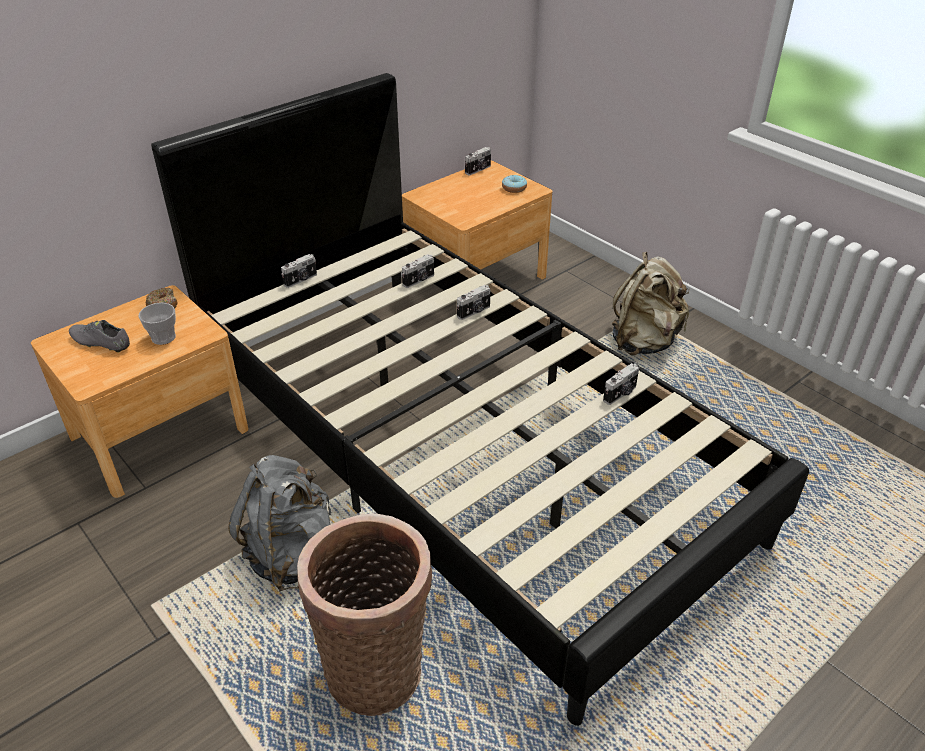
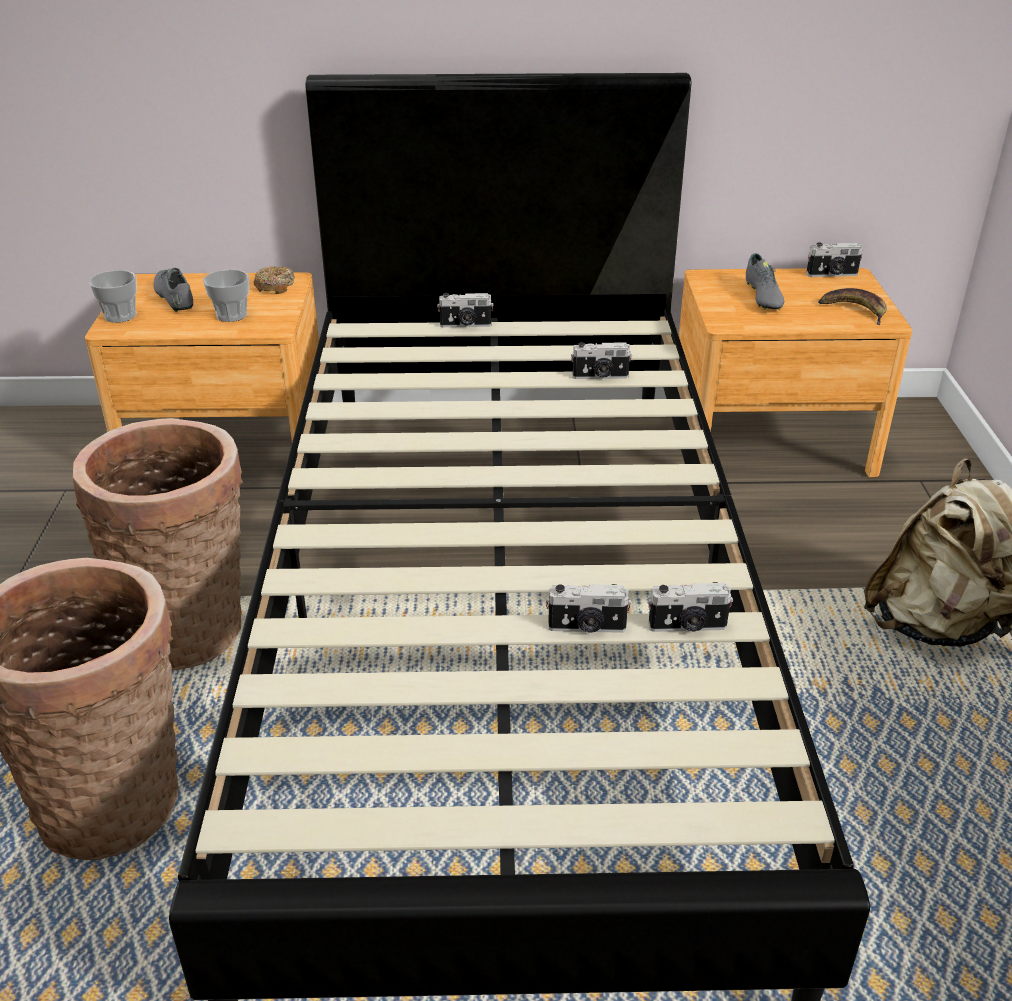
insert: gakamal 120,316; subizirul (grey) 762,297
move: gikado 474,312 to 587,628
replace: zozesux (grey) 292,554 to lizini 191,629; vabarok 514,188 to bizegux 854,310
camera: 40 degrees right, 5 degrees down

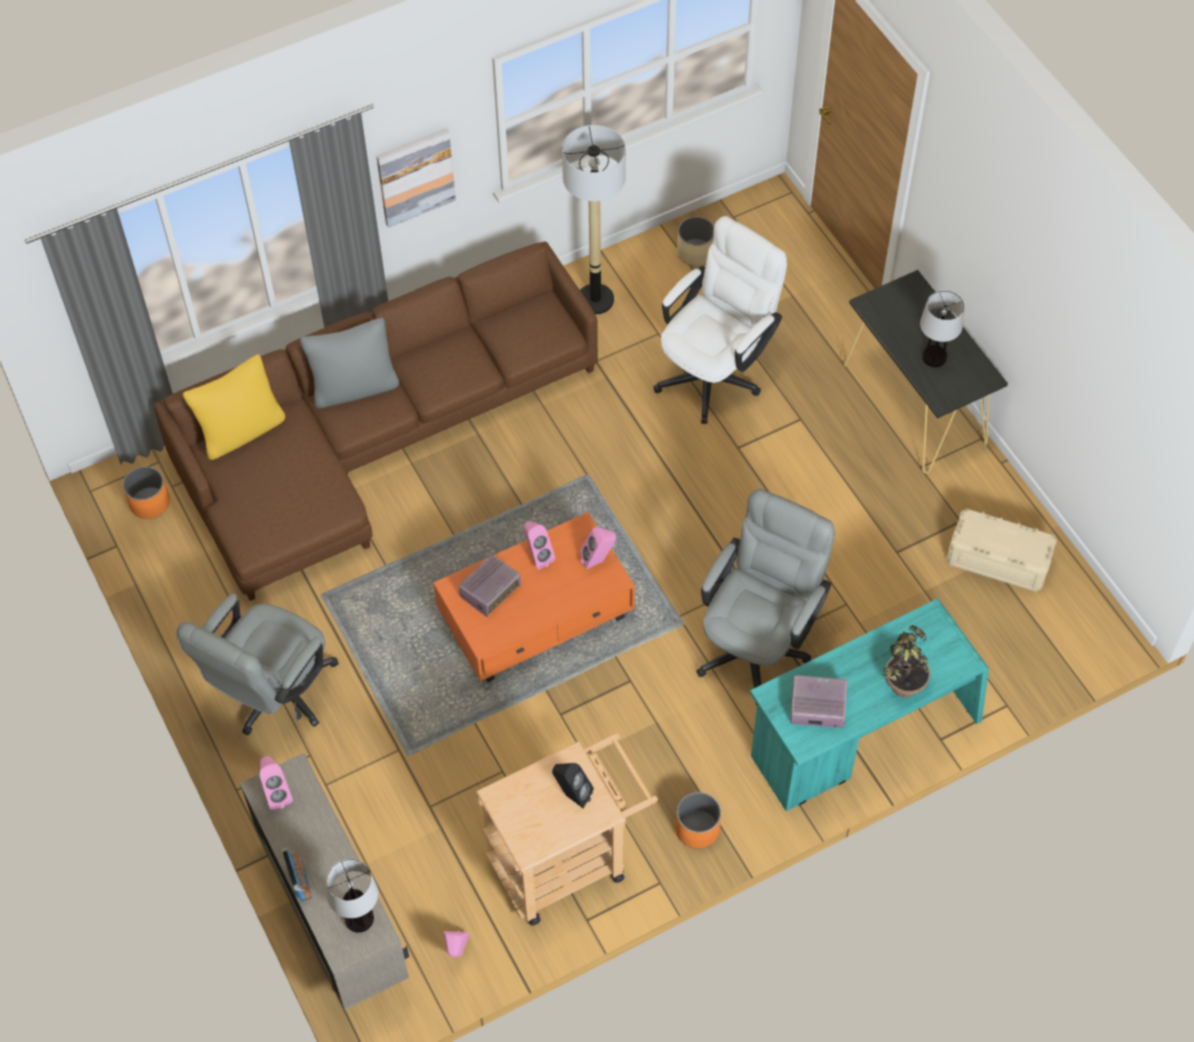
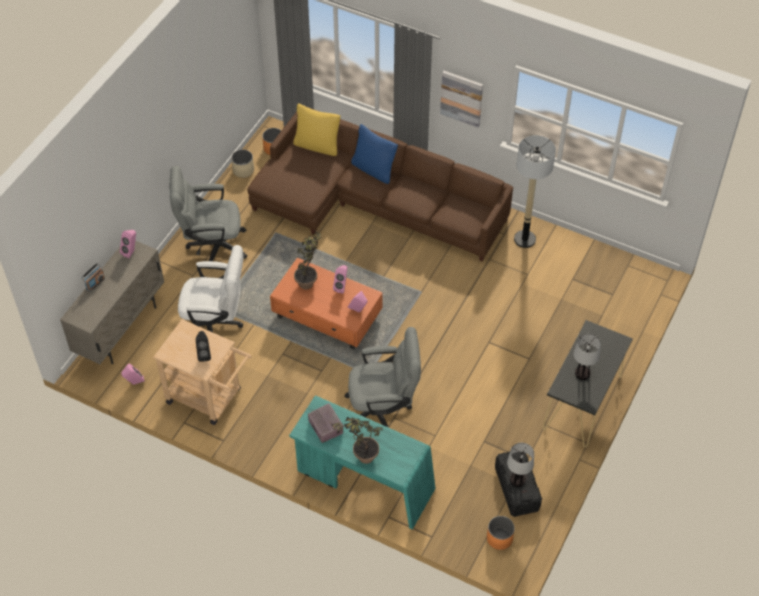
move: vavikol 360,918 to 517,480; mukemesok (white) 715,371 to 216,325; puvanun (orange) 697,829 to 499,538; puvanun (beige) 695,252 to 243,170
replace: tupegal 490,591 to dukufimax 309,280
recolor: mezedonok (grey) 354,387 to mezedonok (blue) 374,169; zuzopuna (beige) 998,560 to zuzopuna (black) 516,489
camera: 55 degrees right, 5 degrees down

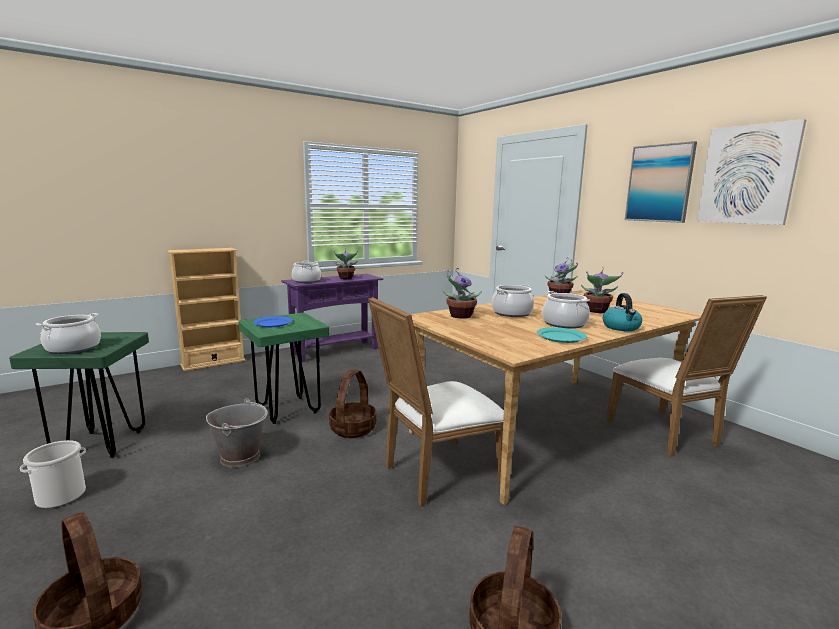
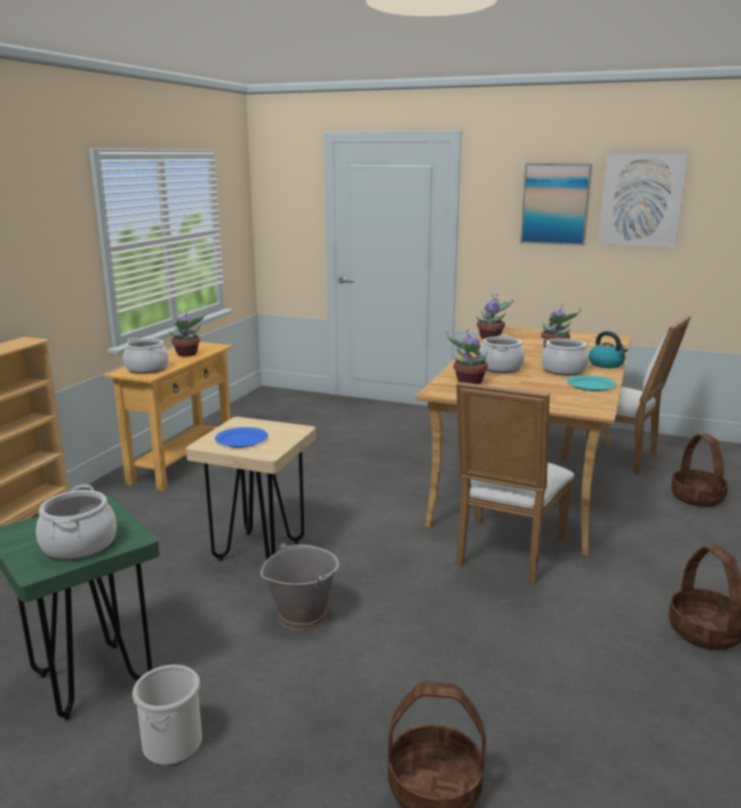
move: lizini 353,428 to 697,497
recolor: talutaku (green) 288,410 to talutaku (beige) 259,551; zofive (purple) 335,351 to zofive (beige) 182,463
camera: 35 degrees left, 5 degrees up

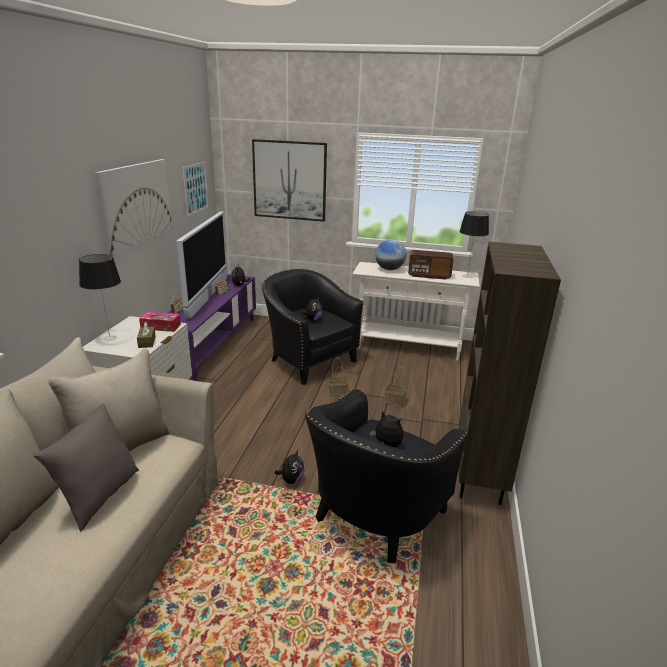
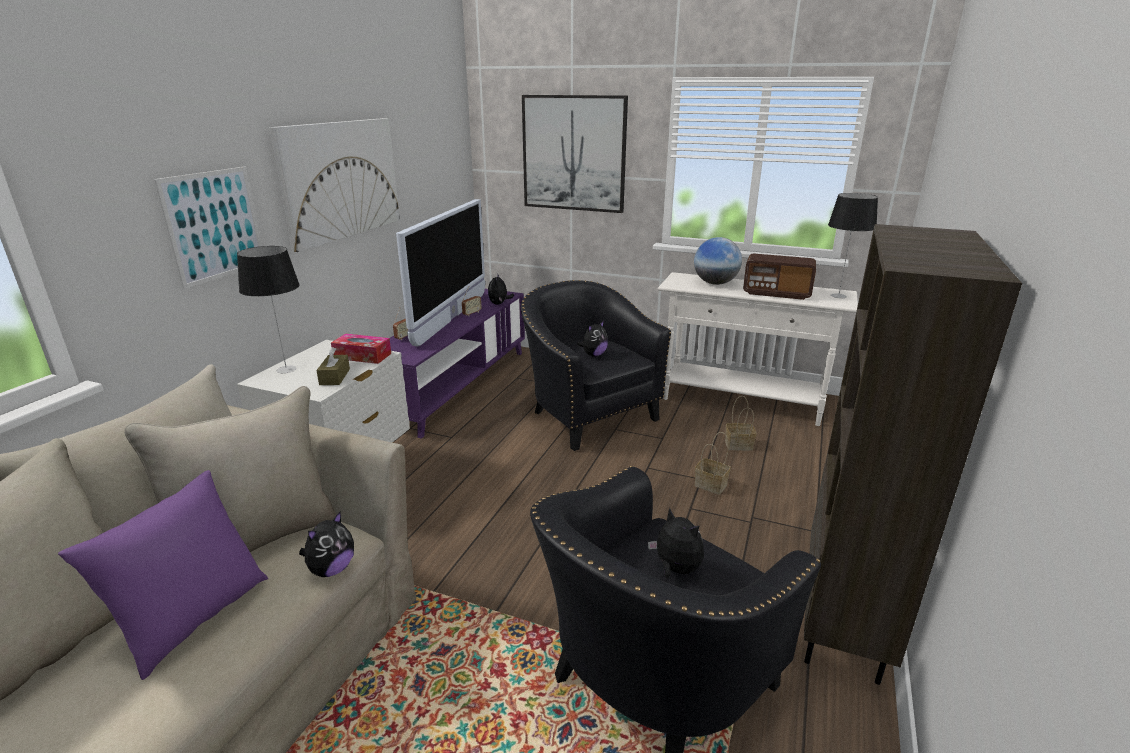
move: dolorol 195,188 to 214,225; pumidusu 291,480 to 331,569; lizini 338,392 to 739,445
recolor: mezedonok (grey) 99,497 to mezedonok (purple) 194,619
camera: 10 degrees right, 0 degrees up

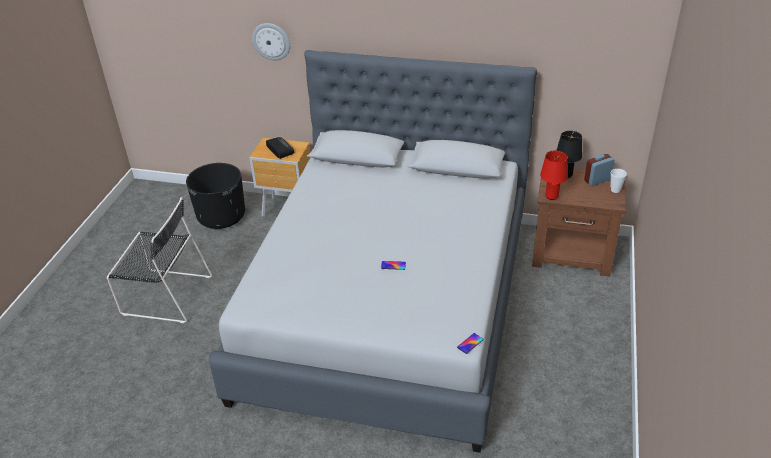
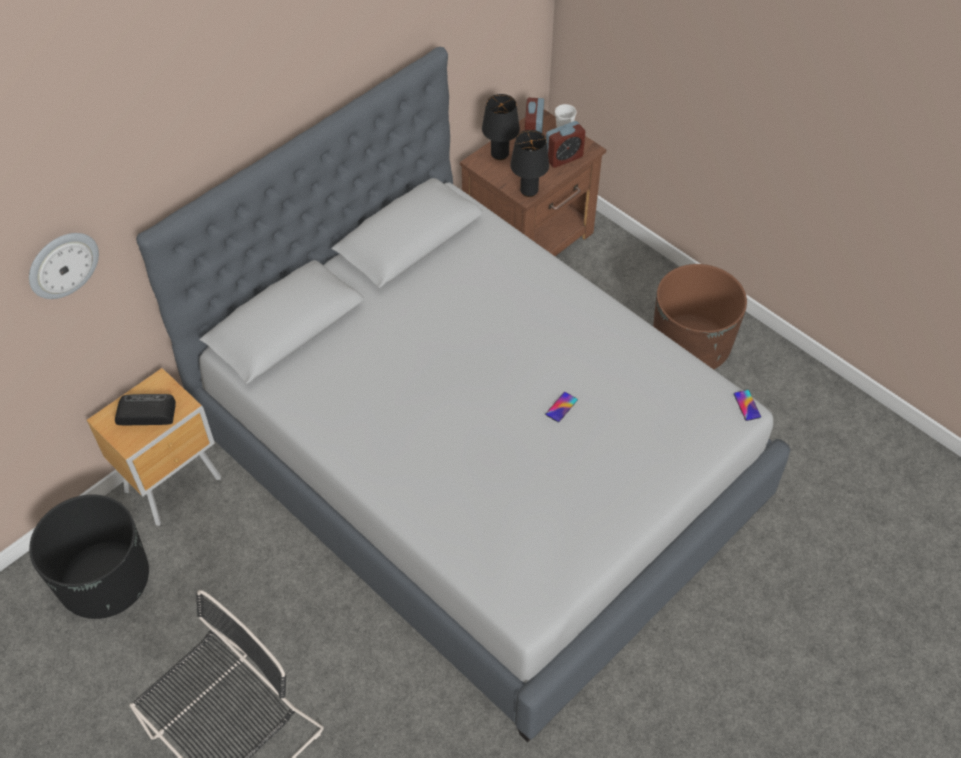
insert: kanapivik 563,158; puvanun (brown) 690,347
recolor: vavikol (red) 551,196 to vavikol (black) 529,192
camera: 60 degrees left, 15 degrees up

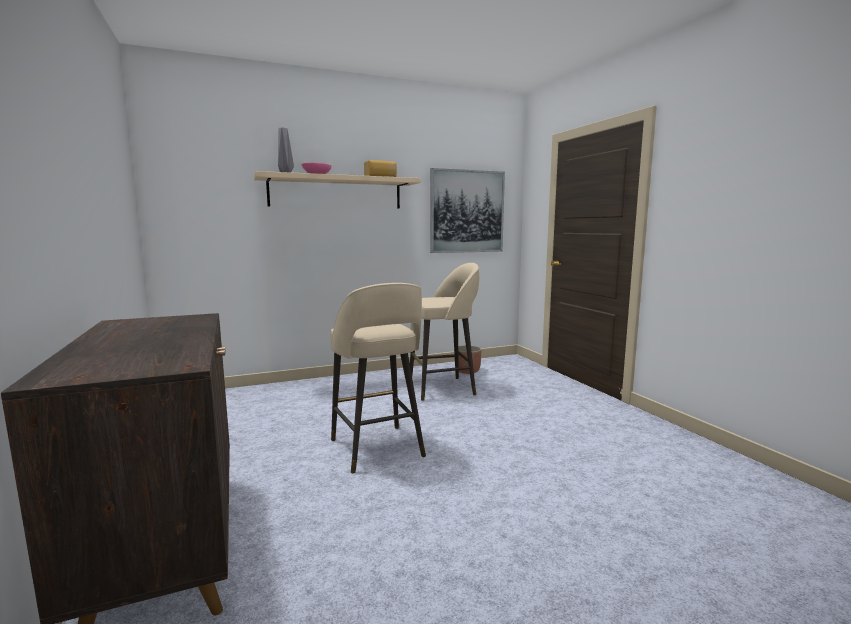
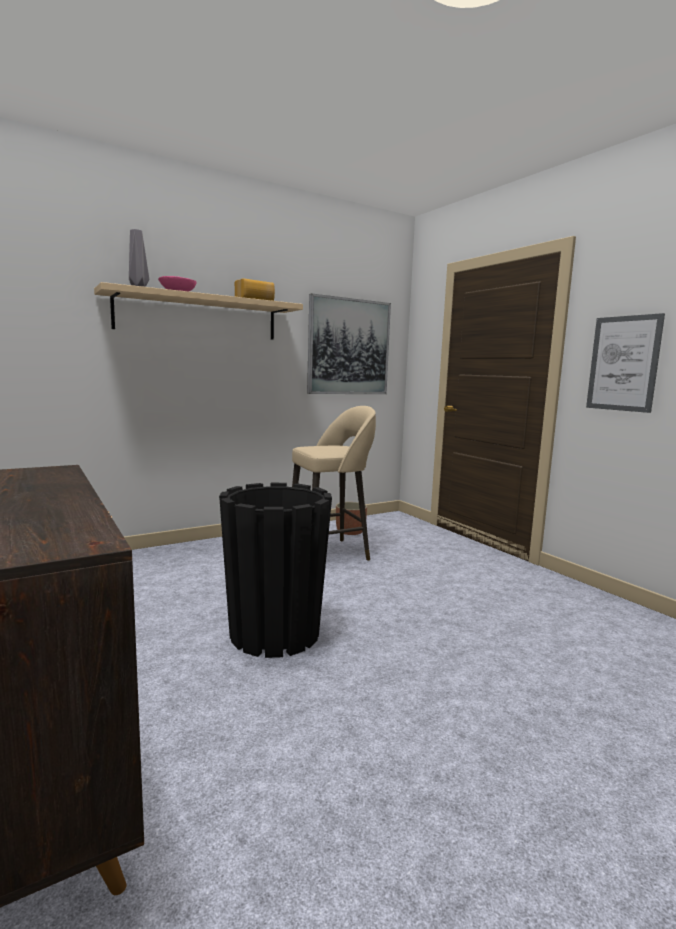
insert: dolorol 623,363
replace: talutaku (beige) 377,449 to puvanun (black) 274,633
camera: 10 degrees left, 0 degrees up

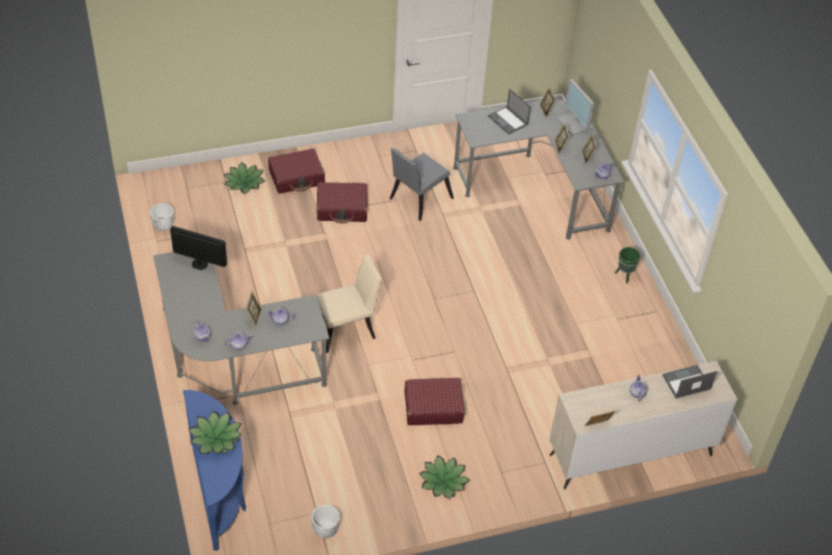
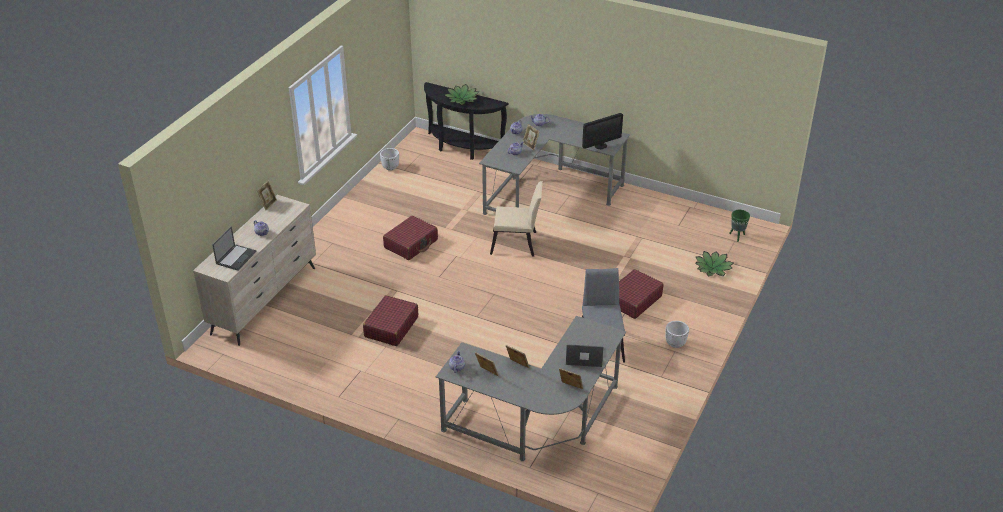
delete: dukufimax 443,481; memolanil 575,123
move: puvanun (white) 163,226 to 675,344; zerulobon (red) 296,177 to 391,327; puvanun (green) 625,276 to 737,236
recolor: zofive (blue) 220,492 to zofive (black) 461,148
rotate: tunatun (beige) 347,328 = 517,244 105 degrees counterclockwise
camera: 135 degrees right, 10 degrees down

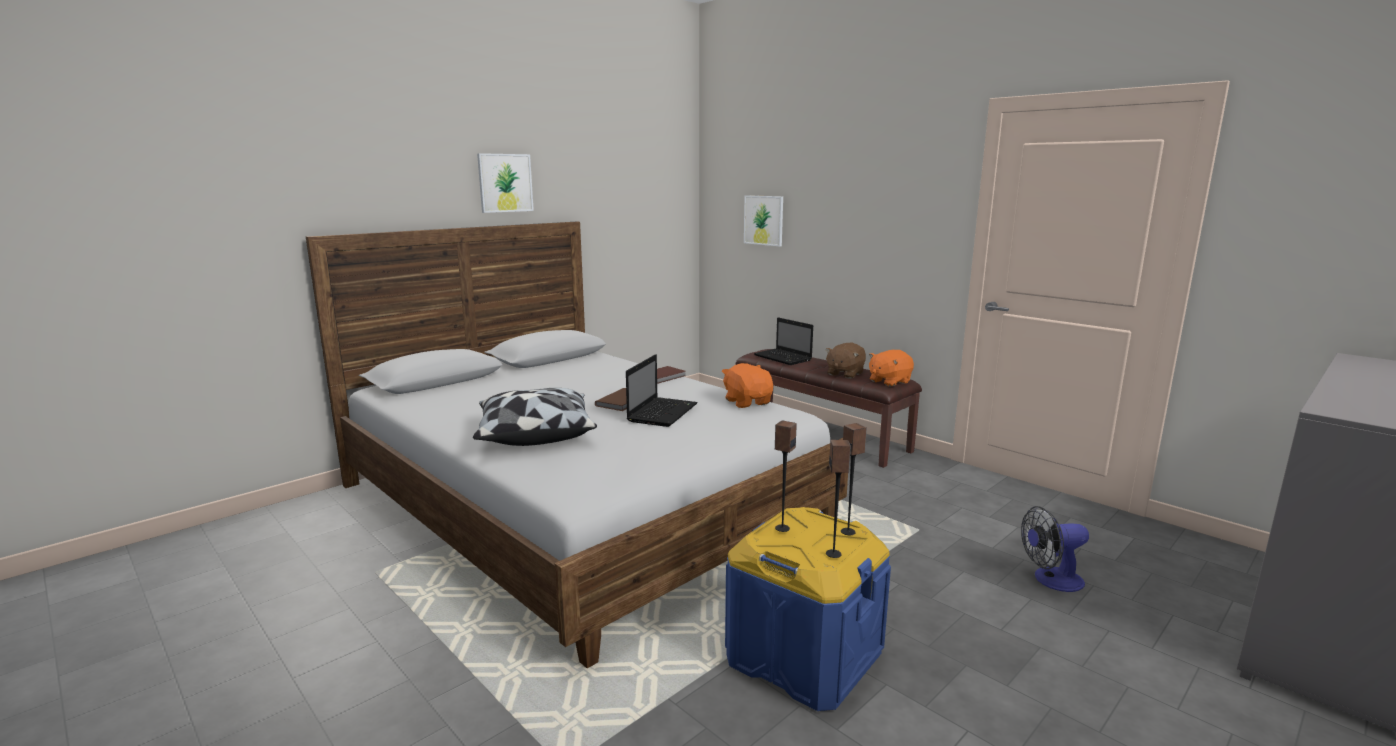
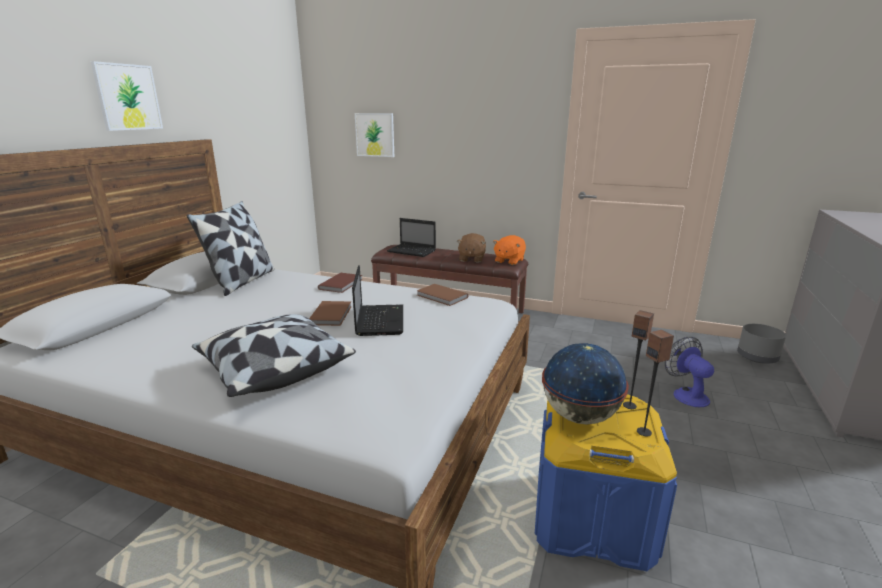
insert: mezedonok 242,281; puvanun (grey) 757,357
replace: pumidusu (orange) 748,402 to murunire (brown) 441,297; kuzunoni 782,528 to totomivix 579,416
rotate: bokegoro 1050,580 = 686,394 105 degrees clockwise
camera: 25 degrees left, 5 degrees up

